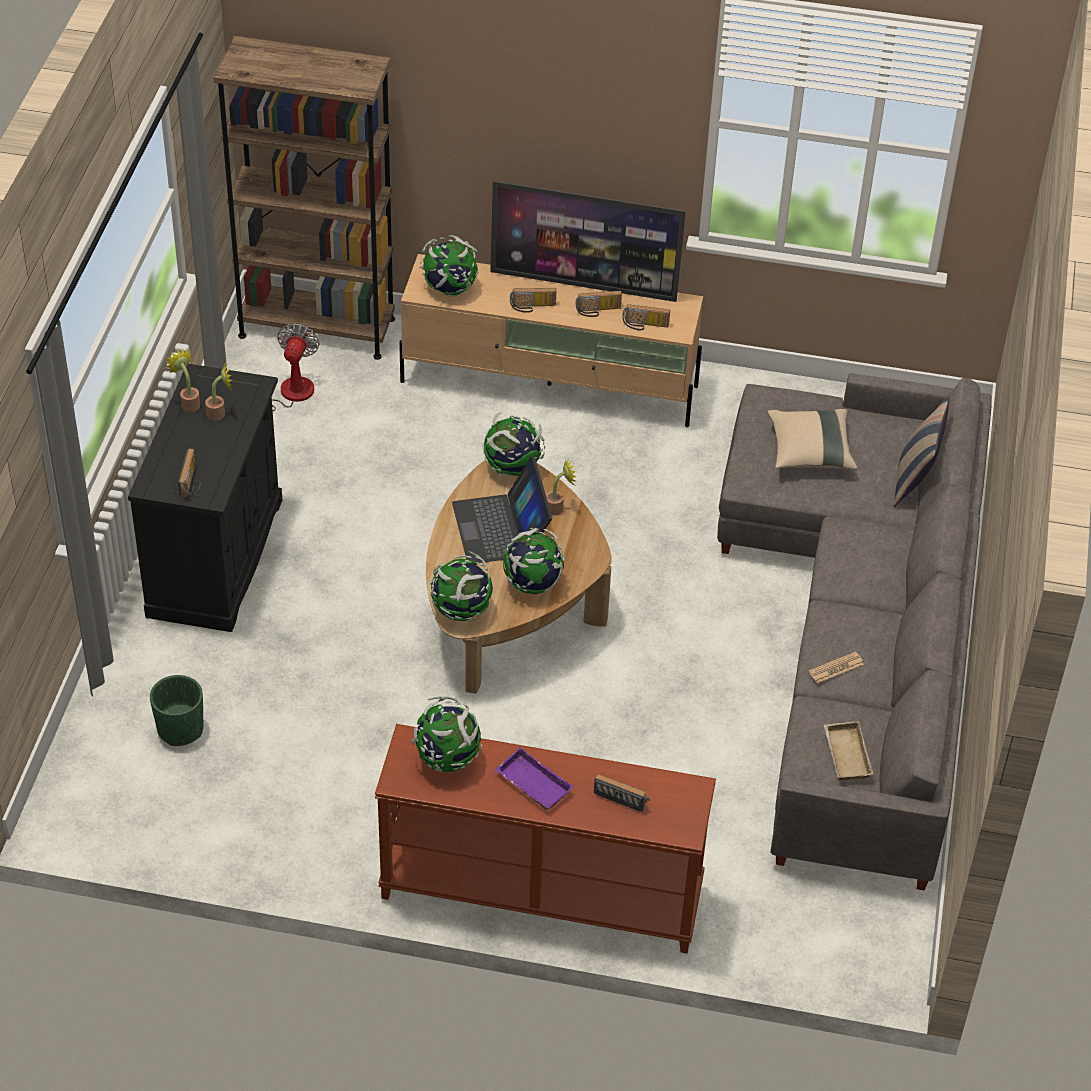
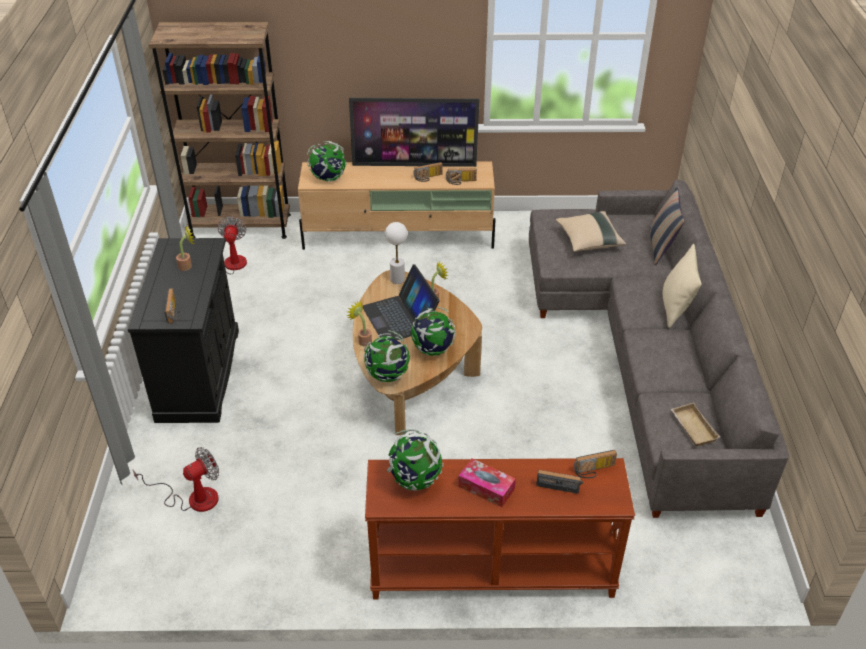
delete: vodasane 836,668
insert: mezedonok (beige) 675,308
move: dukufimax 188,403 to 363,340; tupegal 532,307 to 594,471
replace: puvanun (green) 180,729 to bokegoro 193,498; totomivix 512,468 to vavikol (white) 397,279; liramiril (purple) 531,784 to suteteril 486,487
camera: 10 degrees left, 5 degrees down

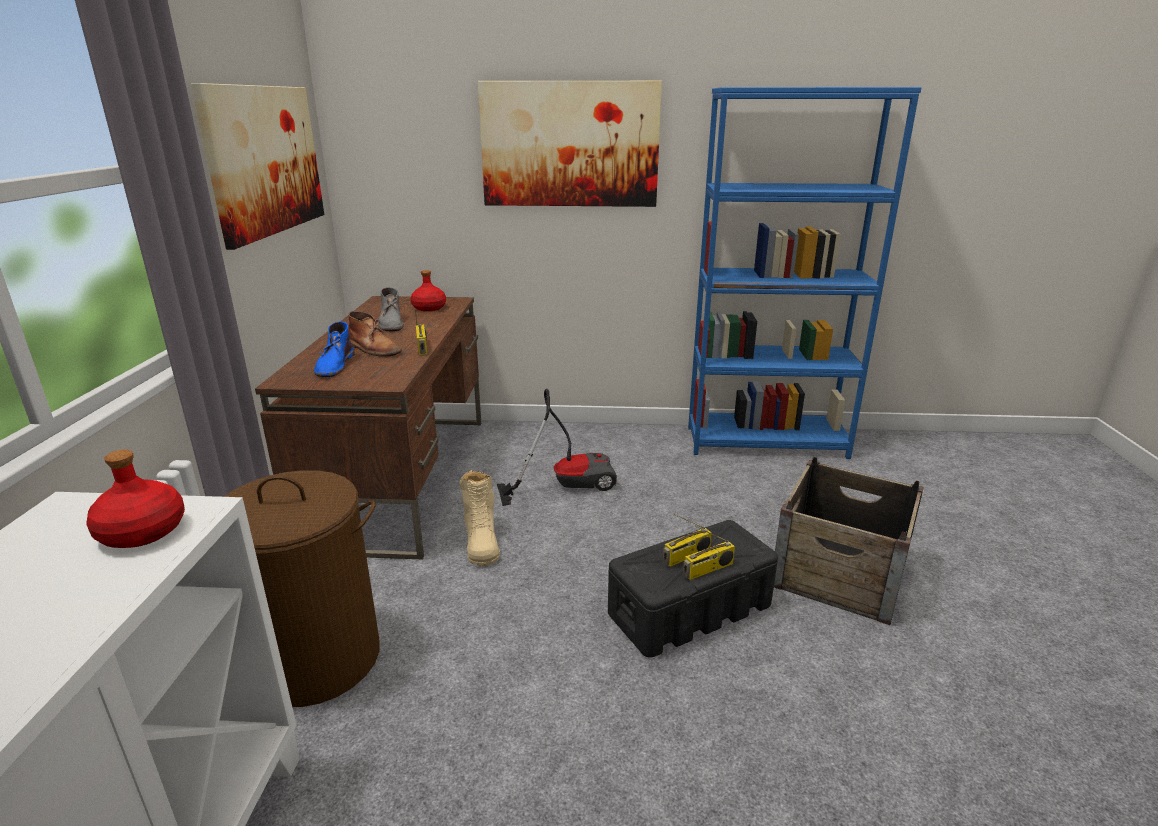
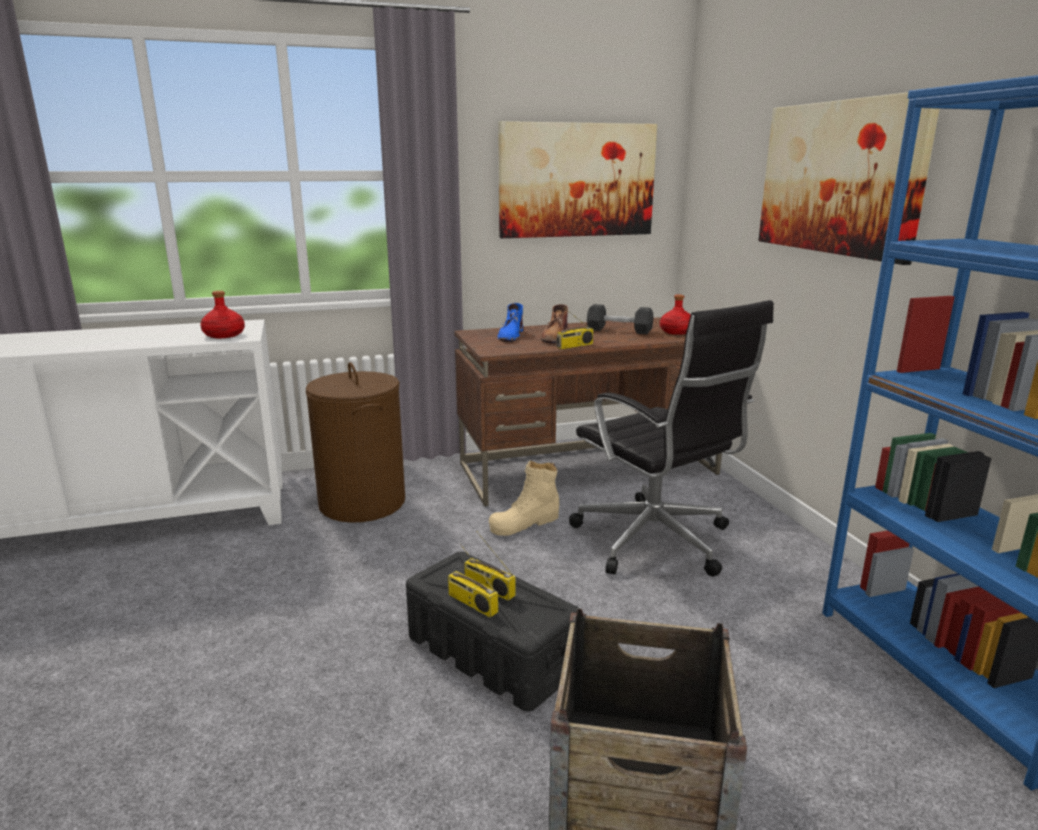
replace: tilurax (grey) 391,323 to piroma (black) 619,330; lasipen 566,484 to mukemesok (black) 656,542
rotate: tilurax (blue) 335,365 = 511,335 60 degrees counterclockwise
camera: 70 degrees right, 5 degrees down

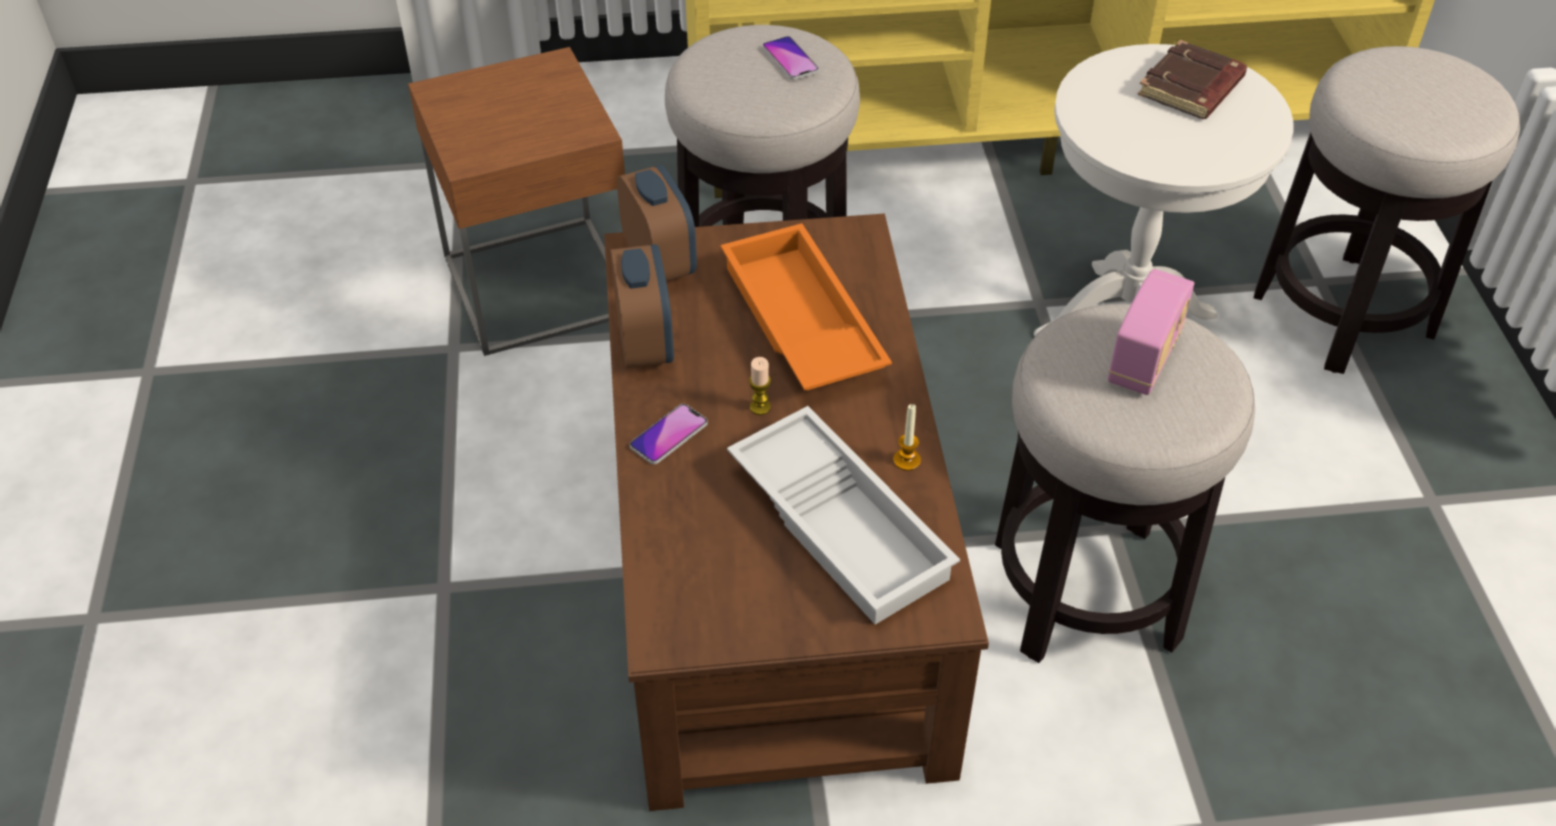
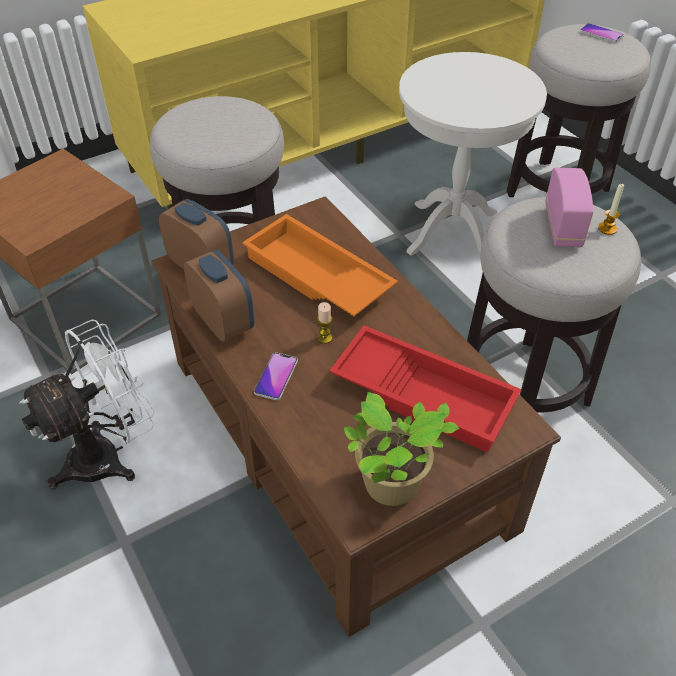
delete: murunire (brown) 1191,89
insert: bokegoro (white) 108,455; dukufimax 392,487
move: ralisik 790,59 to 601,34; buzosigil 907,460 to 607,229
recolor: liramiril (white) 843,523 to liramiril (red) 425,394
camera: 25 degrees left, 0 degrees up

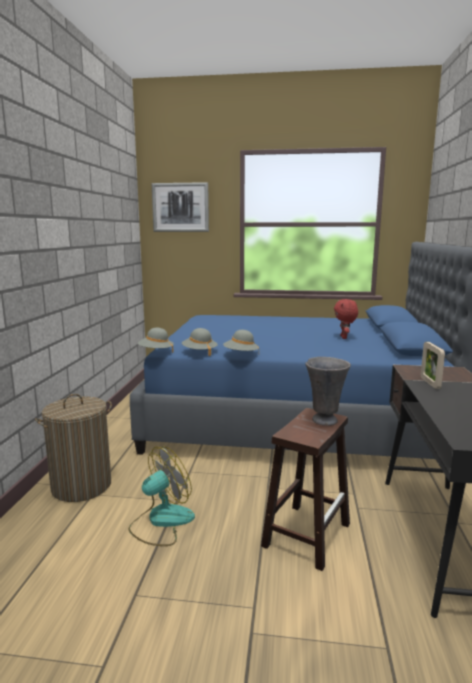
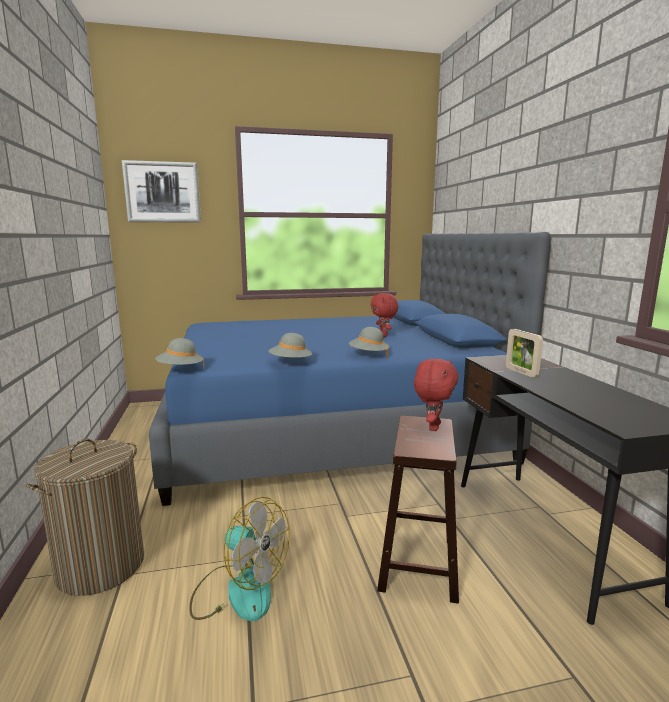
move: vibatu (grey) 199,352 to 368,355
replace: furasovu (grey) 324,420 to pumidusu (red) 433,427
rotate: bokegoro 161,521 = 239,590 90 degrees clockwise
camera: 20 degrees left, 0 degrees up

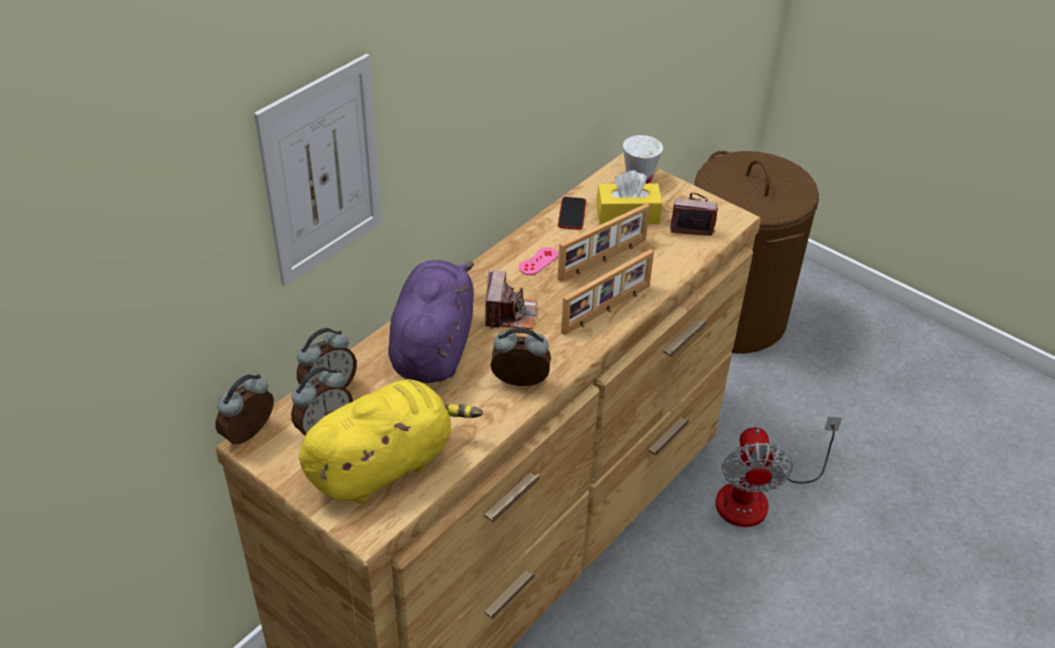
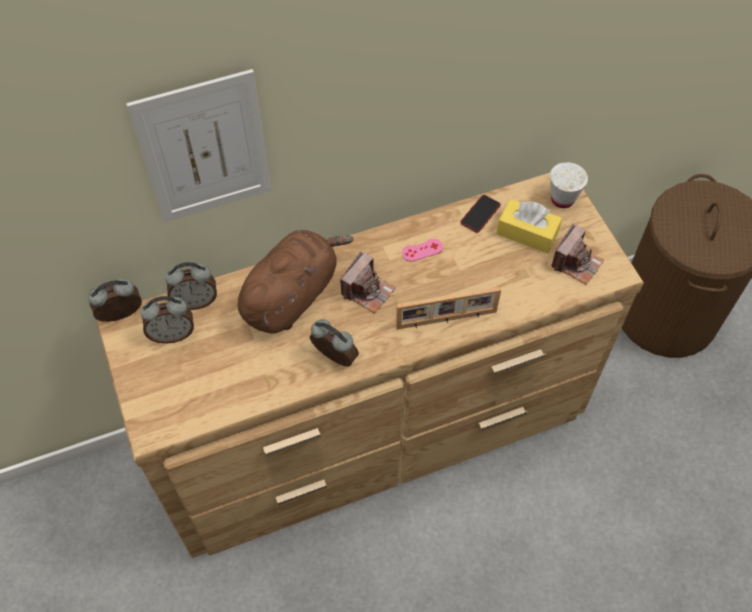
delete: pumidusu (yellow) 385,464; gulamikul 603,260; bokegoro 757,496
recolor: pumidusu (purple) 433,345 to pumidusu (brown) 292,295
rotate: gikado 691,222 = 576,263 90 degrees clockwise
camera: 30 degrees right, 15 degrees up

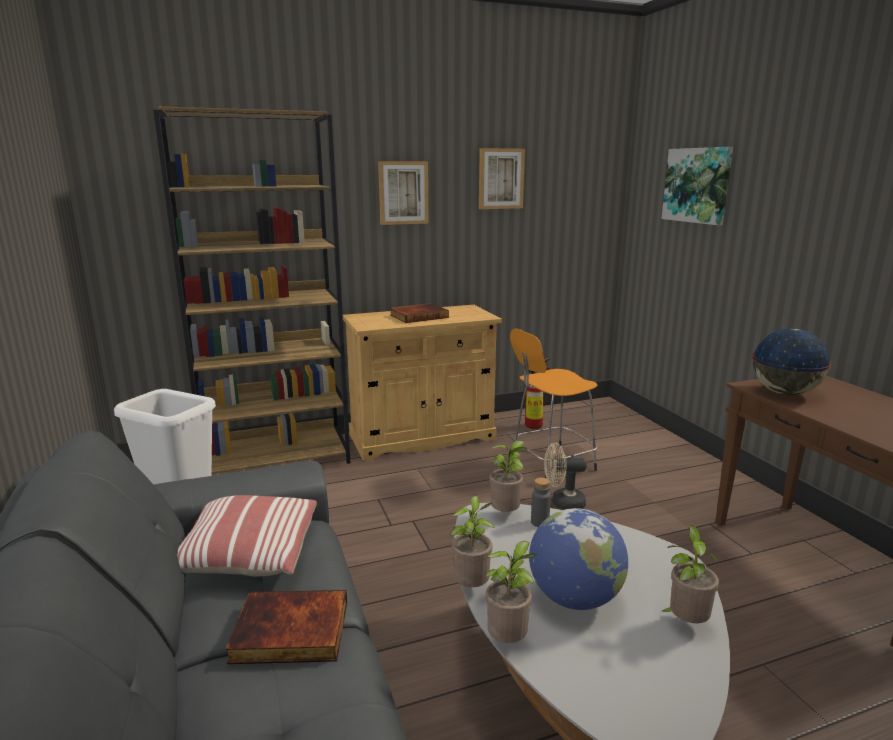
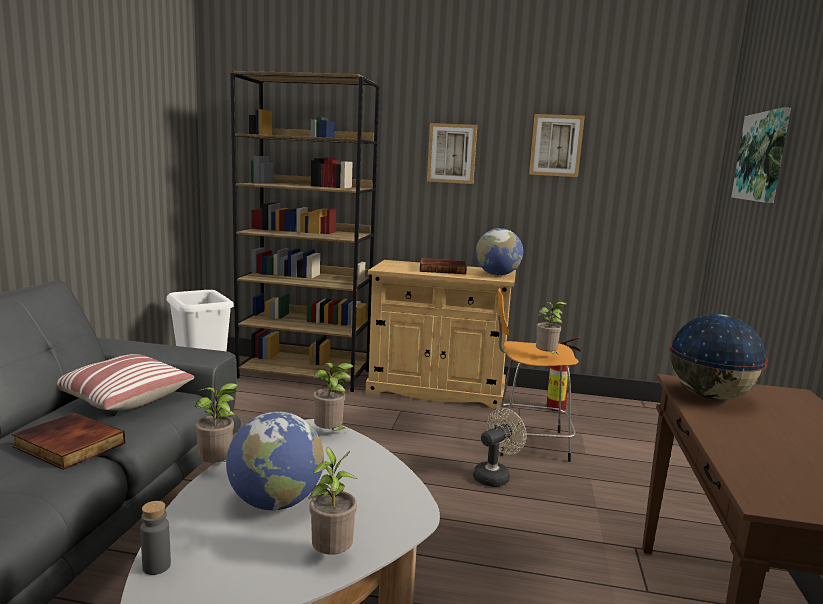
insert: totomivix 497,275
move: dukufimax 508,641 to 547,356; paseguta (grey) 539,522 to 156,566
rotate: bokegoro (beige) 562,503 = 495,476 105 degrees clockwise
camera: 30 degrees right, 5 degrees down

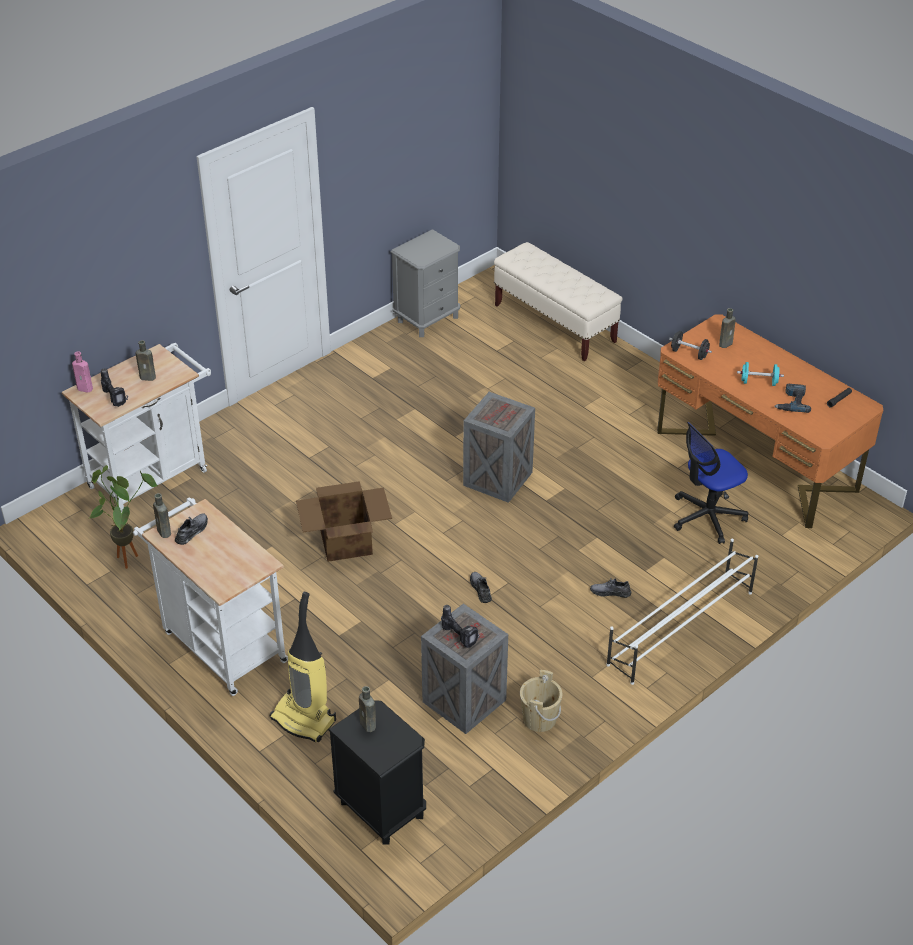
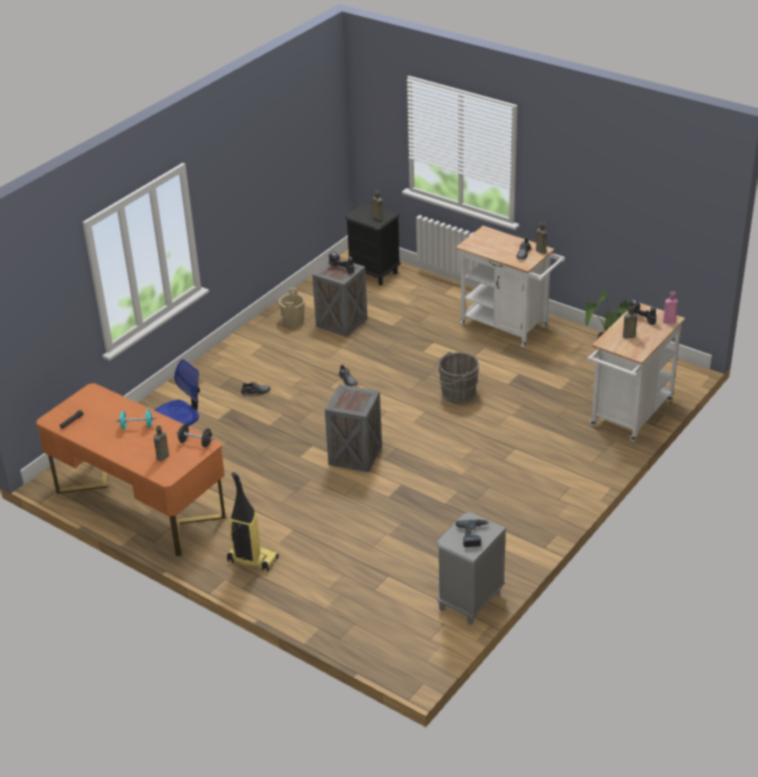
delete: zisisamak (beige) 555,324; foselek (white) 679,628
move: lasipen 304,719 to 252,560; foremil 791,402 to 473,535
replace: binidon 345,542 to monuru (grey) 456,394
camera: 170 degrees right, 5 degrees down

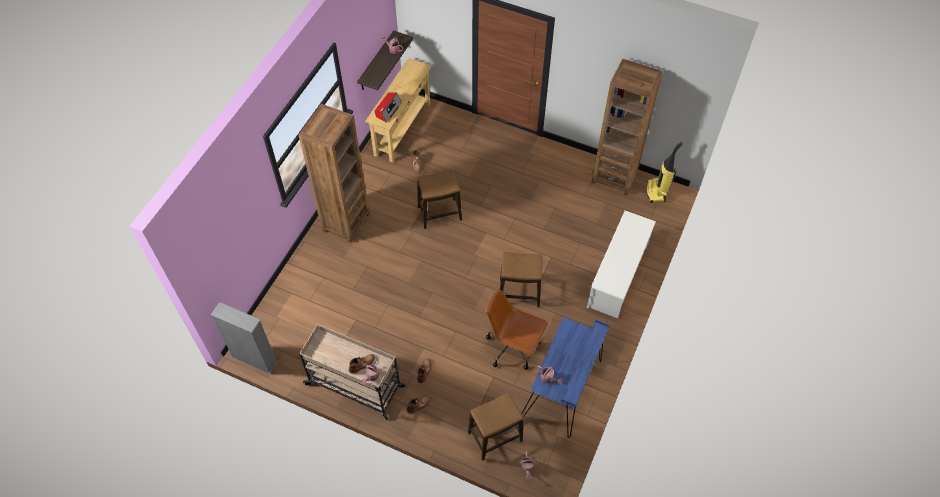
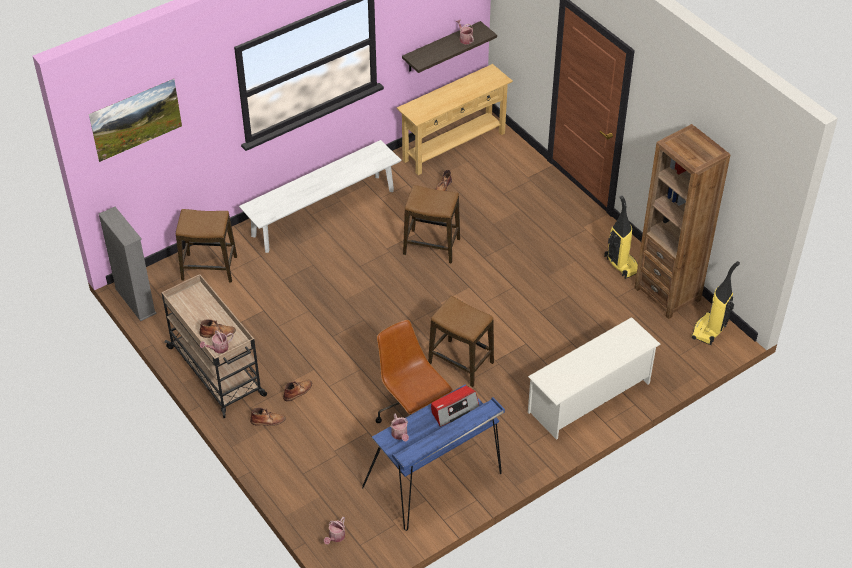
insert: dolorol 138,132; lasipen 621,265
move: tupegal 388,110 to 454,410; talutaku 495,437 to 209,268
replace: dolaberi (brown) 346,222 to zisisamak (white) 323,213
camera: 30 degrees right, 10 degrees down

